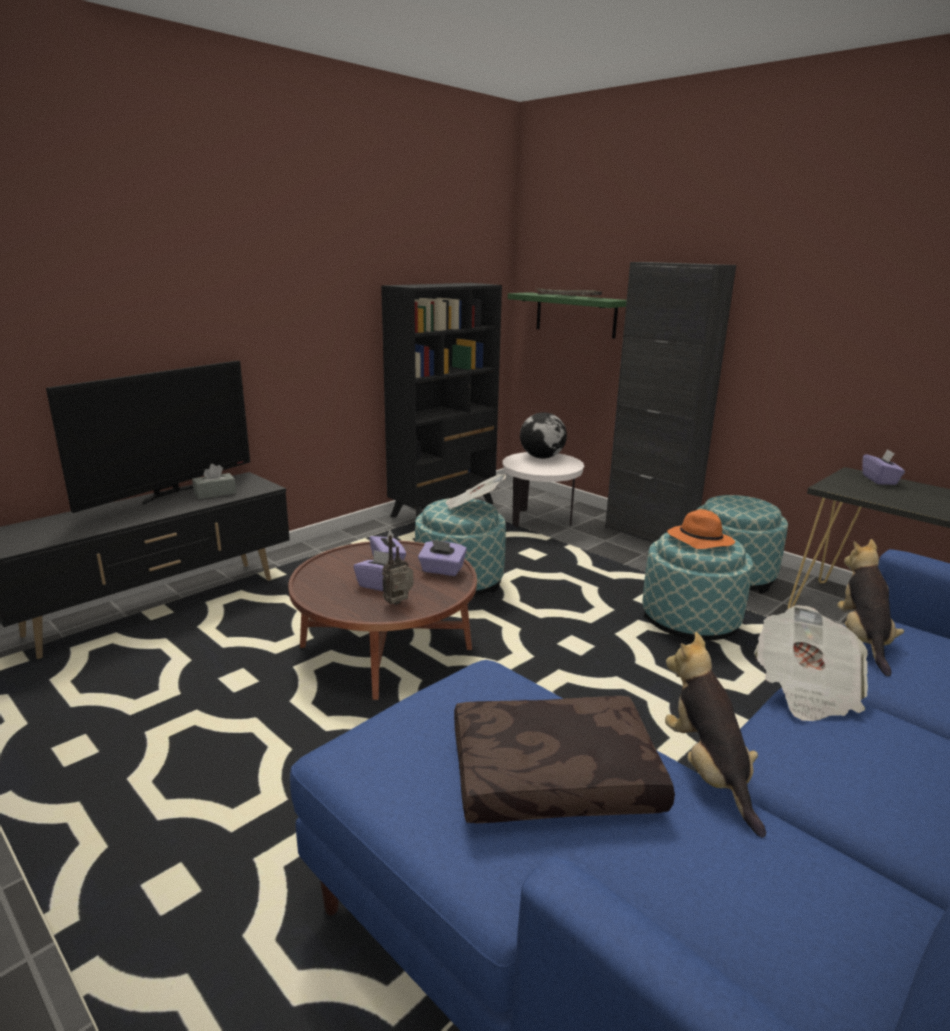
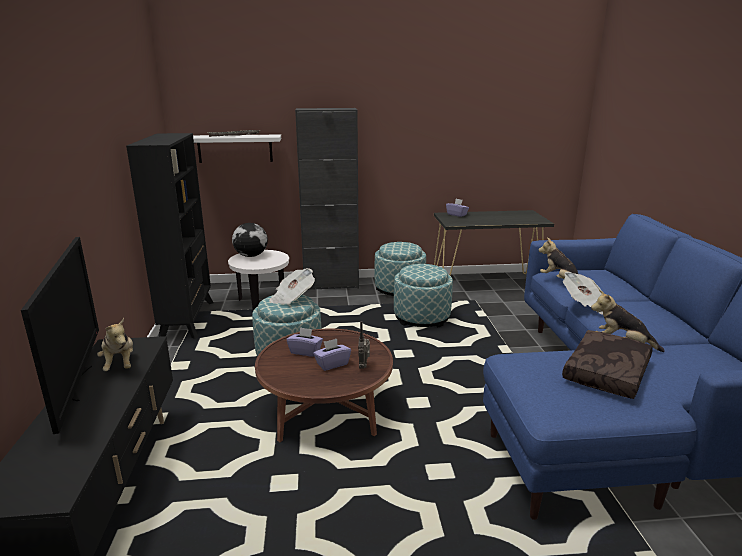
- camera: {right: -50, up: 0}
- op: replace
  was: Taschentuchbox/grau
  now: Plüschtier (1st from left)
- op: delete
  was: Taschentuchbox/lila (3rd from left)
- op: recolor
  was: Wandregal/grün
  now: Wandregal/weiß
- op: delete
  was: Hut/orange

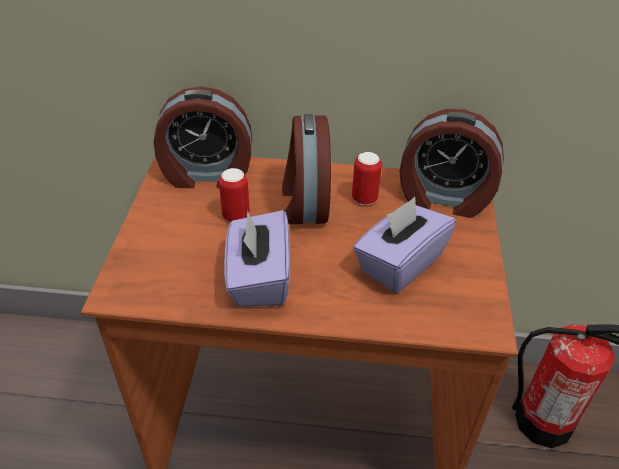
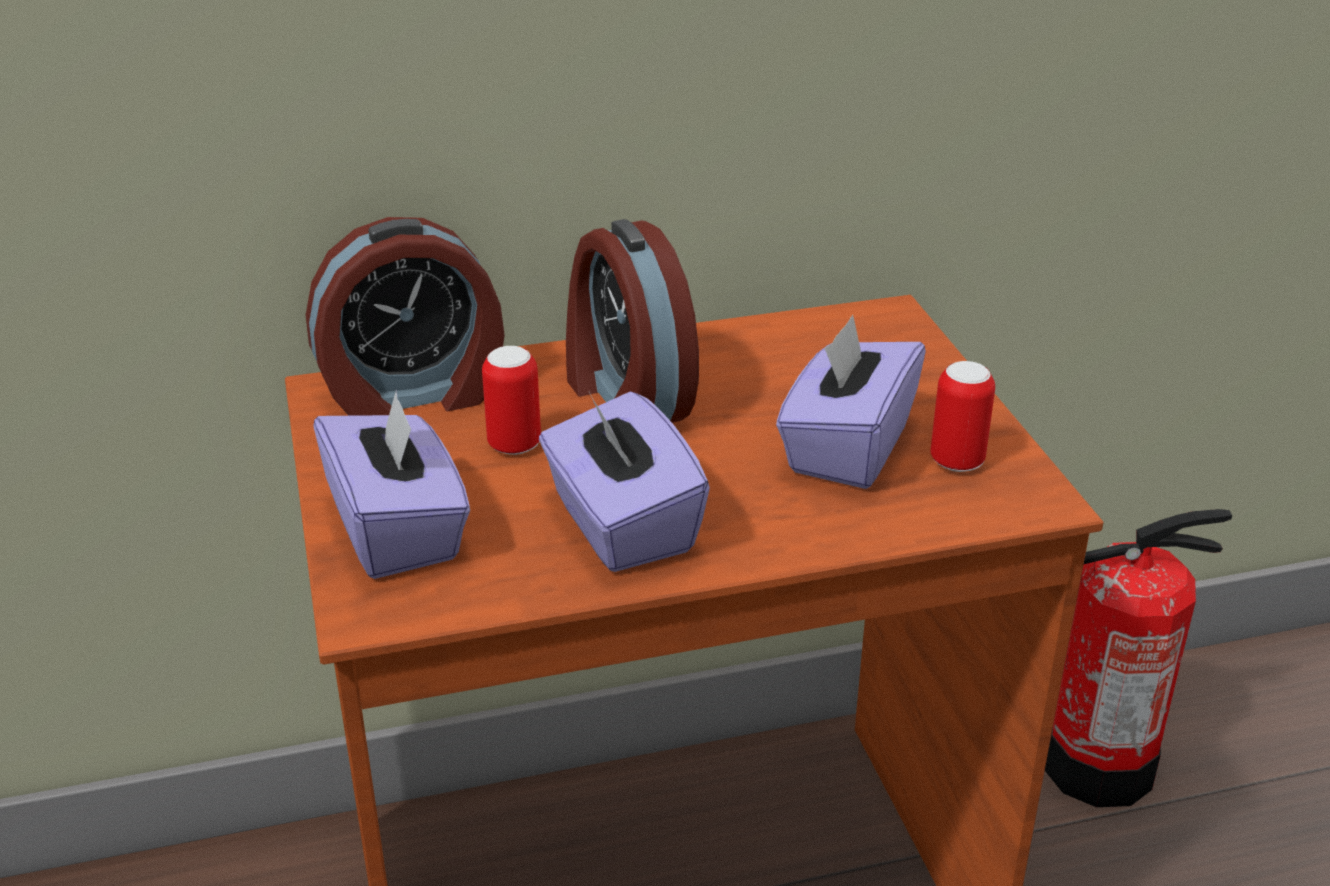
- camera: {right: -20, up: -10}
- op: move
  was: Dose (2nd from left)
- op: delete
  was: Wecker (3rd from left)
- op: insert
  now: Taschentuchbox/lila (1st from left)

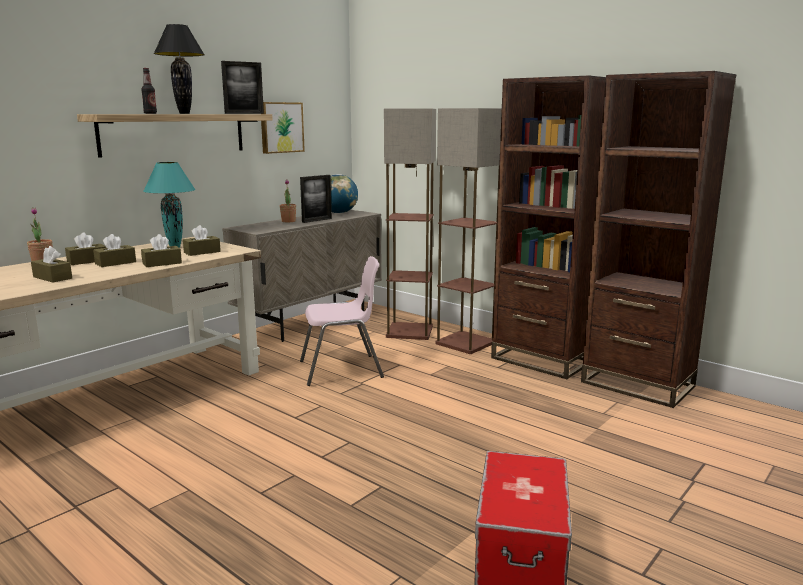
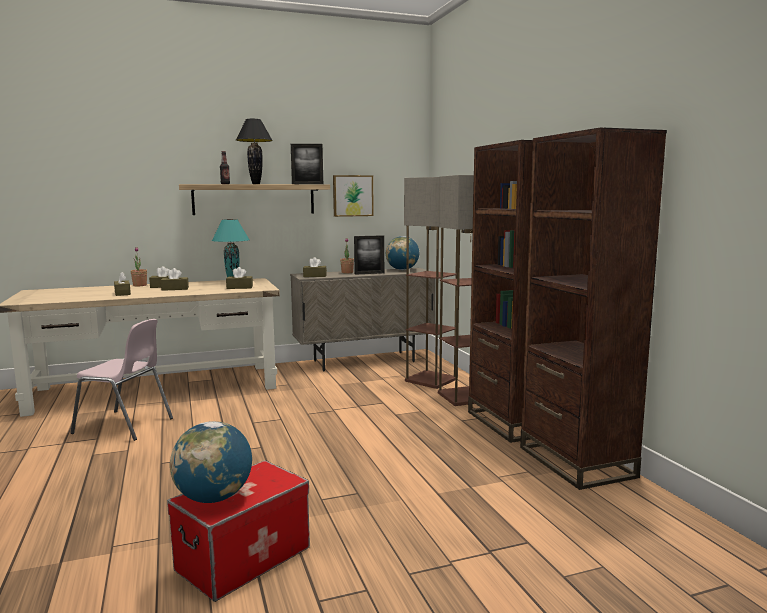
- camera: {right: 30, up: -5}
- op: move
  was: Taschentuchbox/braun (4th from left in the first image)
  now: Taschentuchbox/braun (5th from left)
- op: move
  was: Stuhl/rosa
- op: insert
  now: Globus (1st from left)

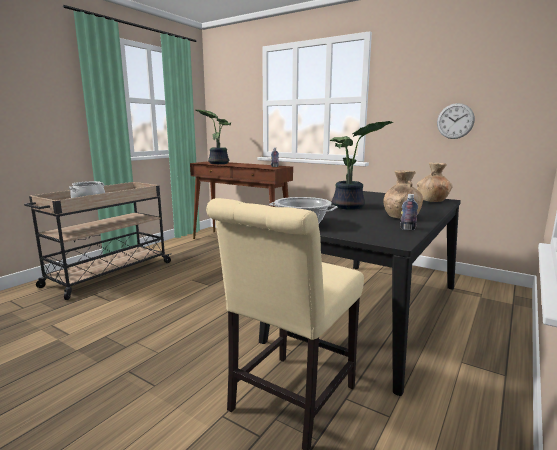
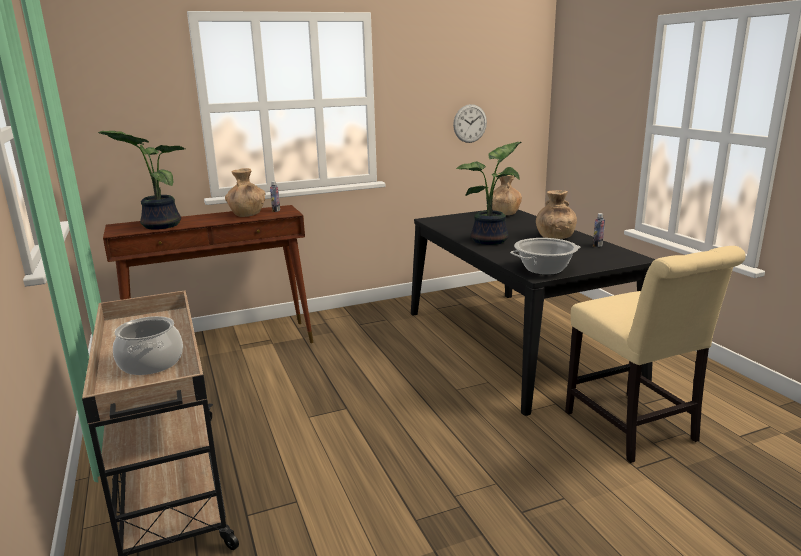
- camera: {right: -55, up: 5}
- op: insert
  now: Vase/braun (1st from left)

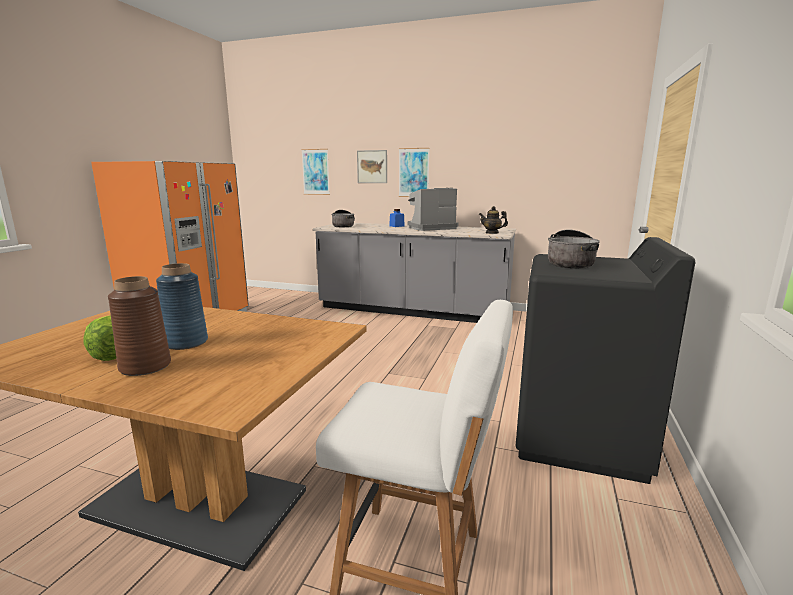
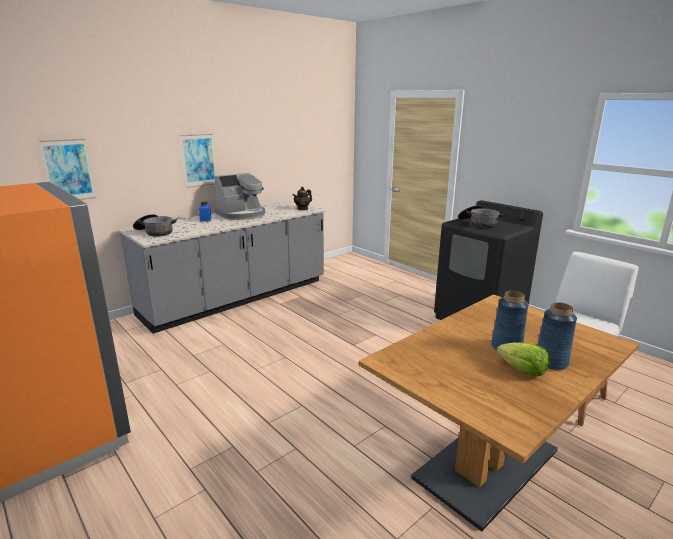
- camera: {right: -60, up: 5}
- op: recolor
  was: Vase/braun
  now: Vase/blau (2nd from left)
- op: delete
  was: Bild (2nd from left)
- op: rotate
  was: Kaffeemaschine
  clockwise: -135

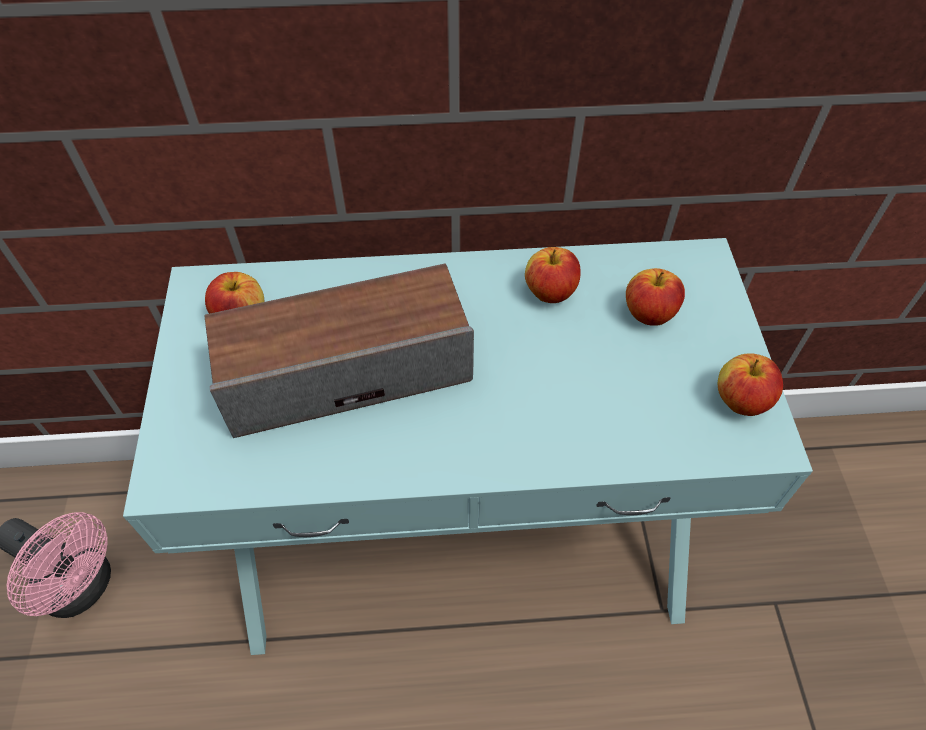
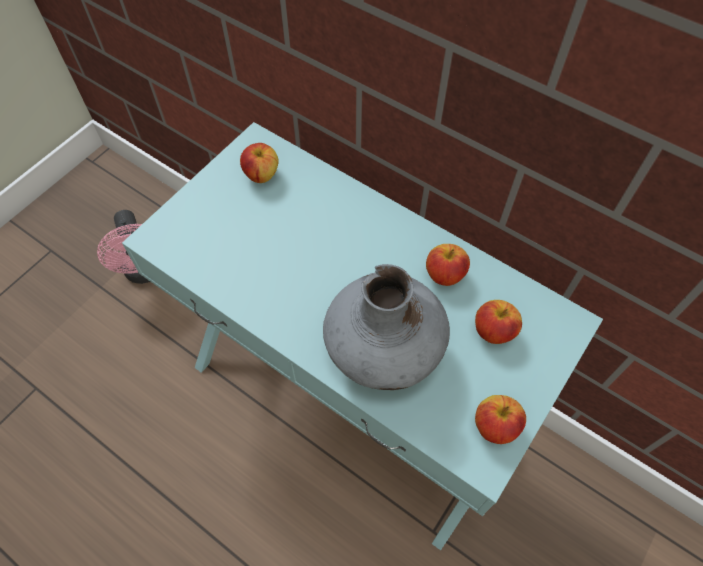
- camera: {right: 40, up: 5}
- op: delete
  was: Lautsprecher
- op: insert
  now: Vase/grau

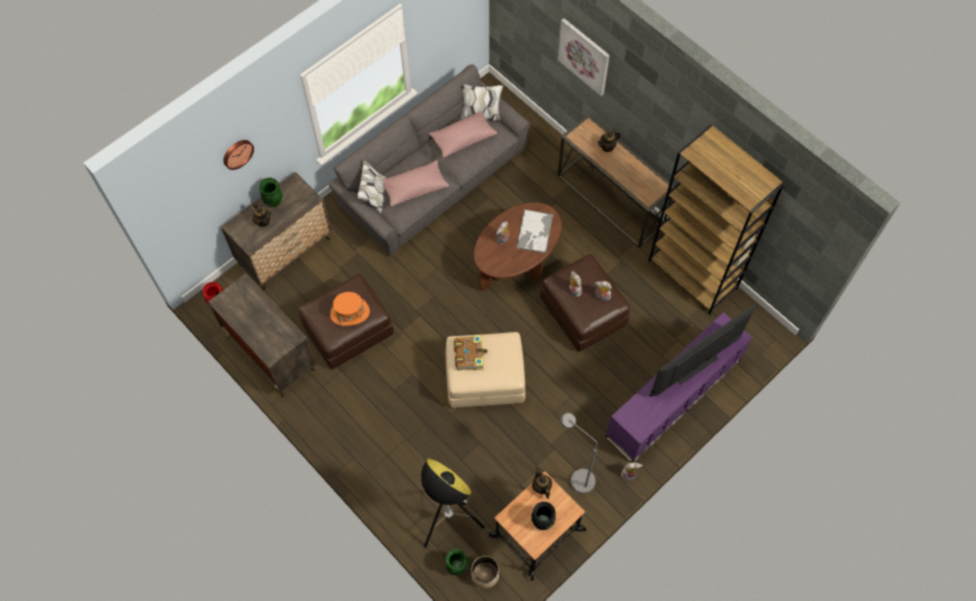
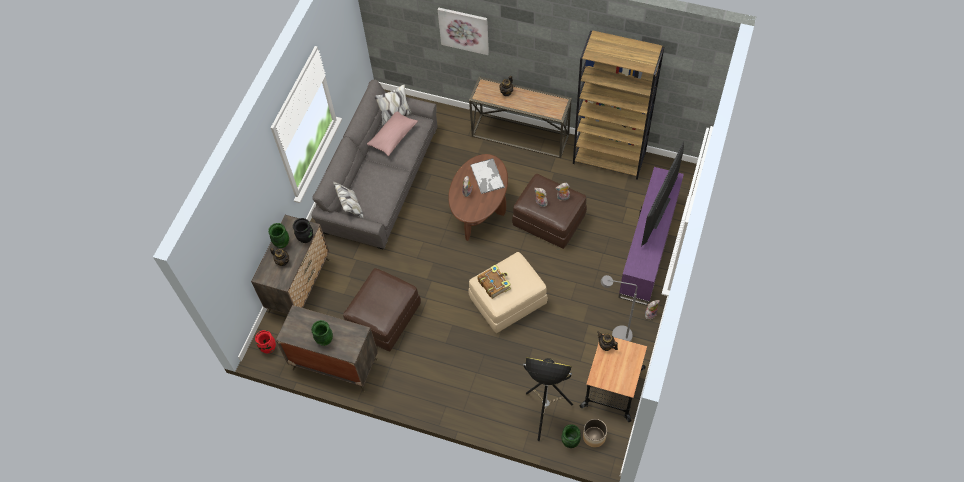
- camera: {right: -25, up: -5}
- op: delete
  was: Wanduhr
- op: delete
  was: Hut/orange
- op: delete
  was: Kissen/rosa (1st from left)
- op: move
  was: Vase/schwarz
- op: insert
  now: Vase/grün (2nd from left)

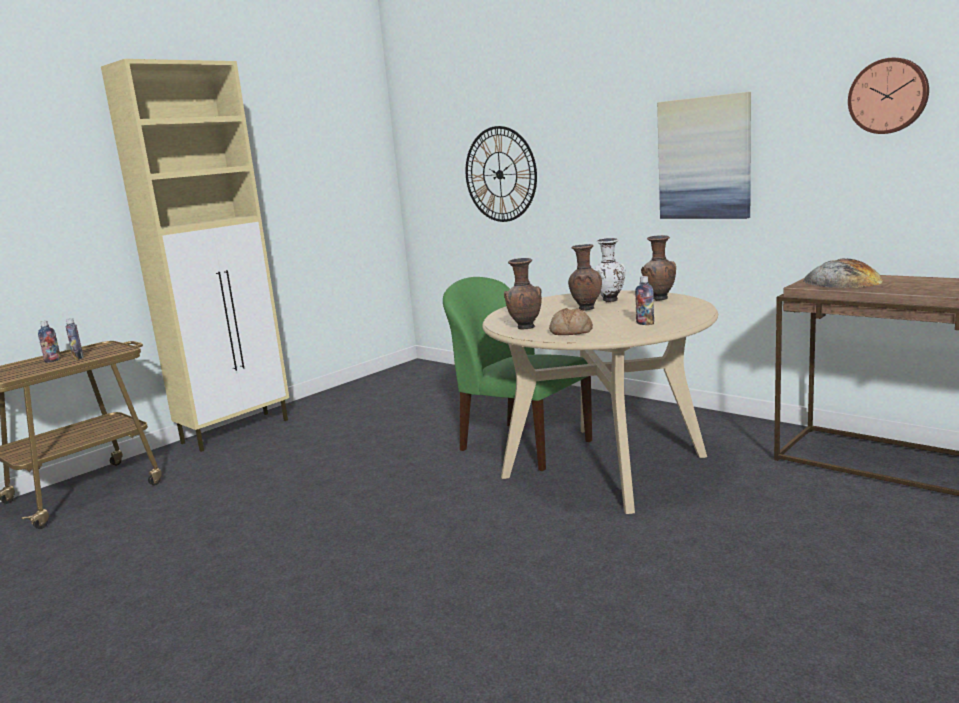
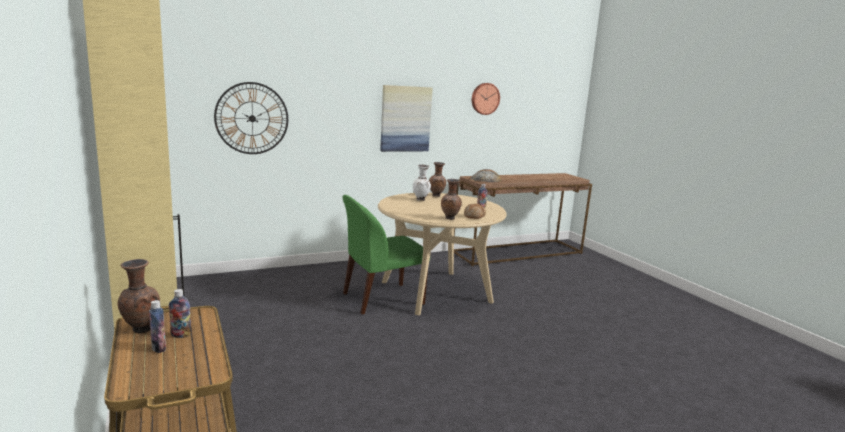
- camera: {right: -70, up: 0}
- op: move
  was: Vase/braun (2nd from left in the first image)
  now: Vase/braun (1st from left)

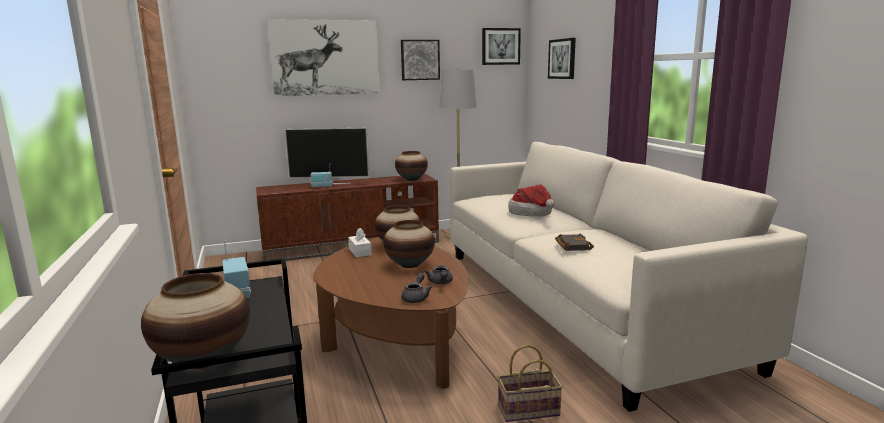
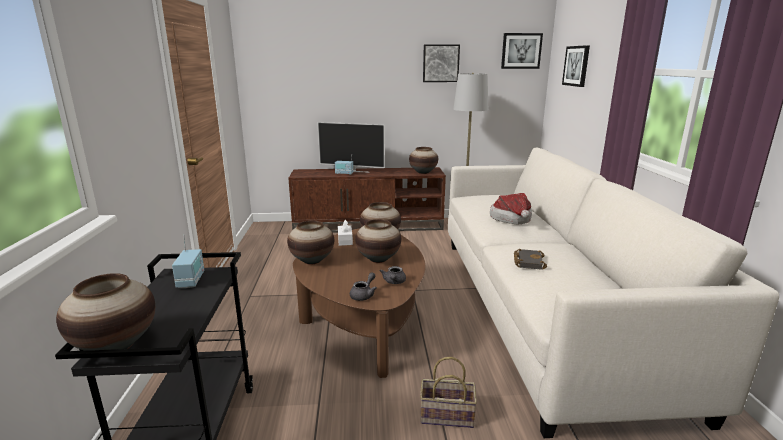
- camera: {right: 15, up: 5}
- op: delete
  was: Bild (1st from left)
- op: insert
  now: Vase (2nd from left)

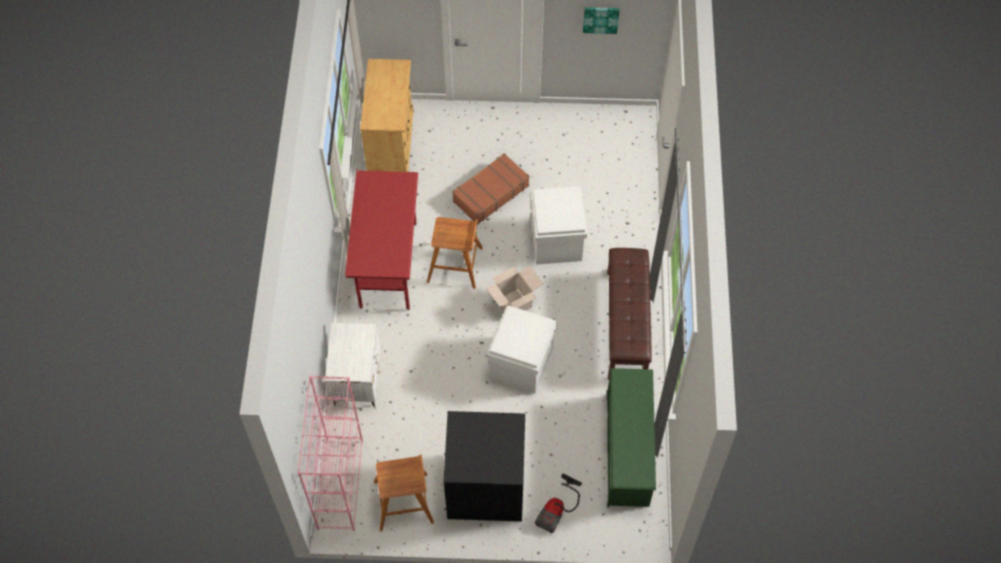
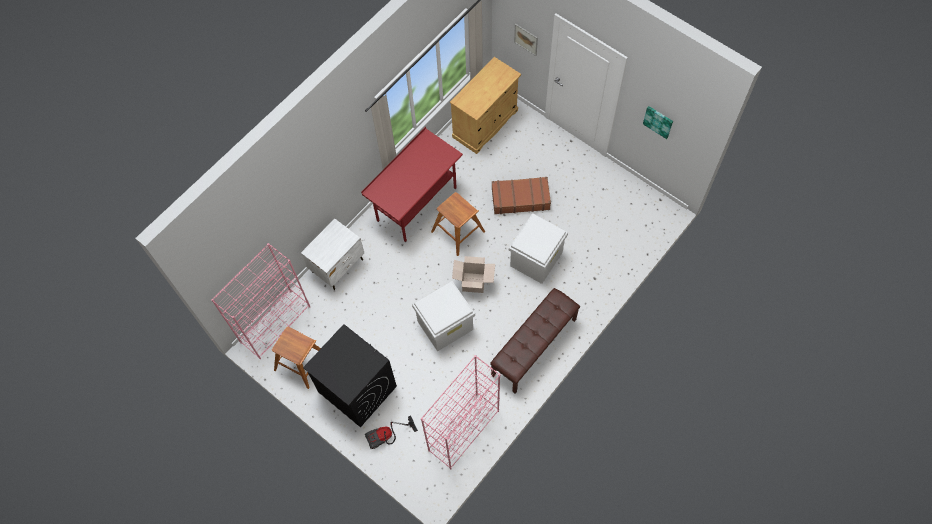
- camera: {right: 40, up: 5}
- op: replace
  was: Schuhregal/grün
  now: Bücherregal/rosa (2nd from left)
- op: insert
  now: Bild (1st from left)

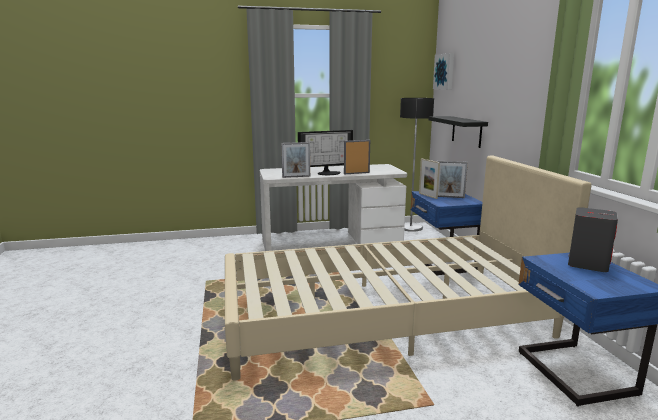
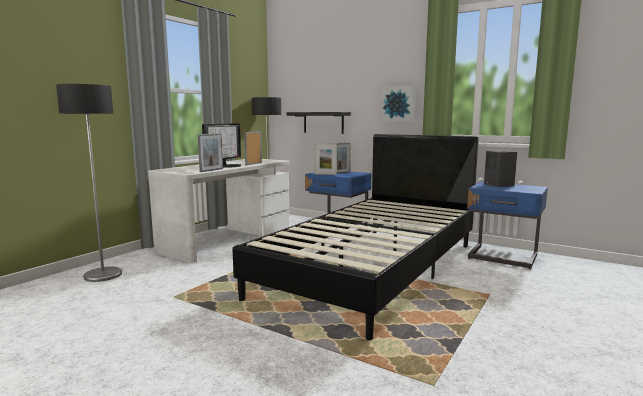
- camera: {right: -45, up: -5}
- op: recolor
  was: Bett/beige
  now: Bett/schwarz
- op: move
  was: Bild
- op: insert
  now: Stehlampe (1st from left)

